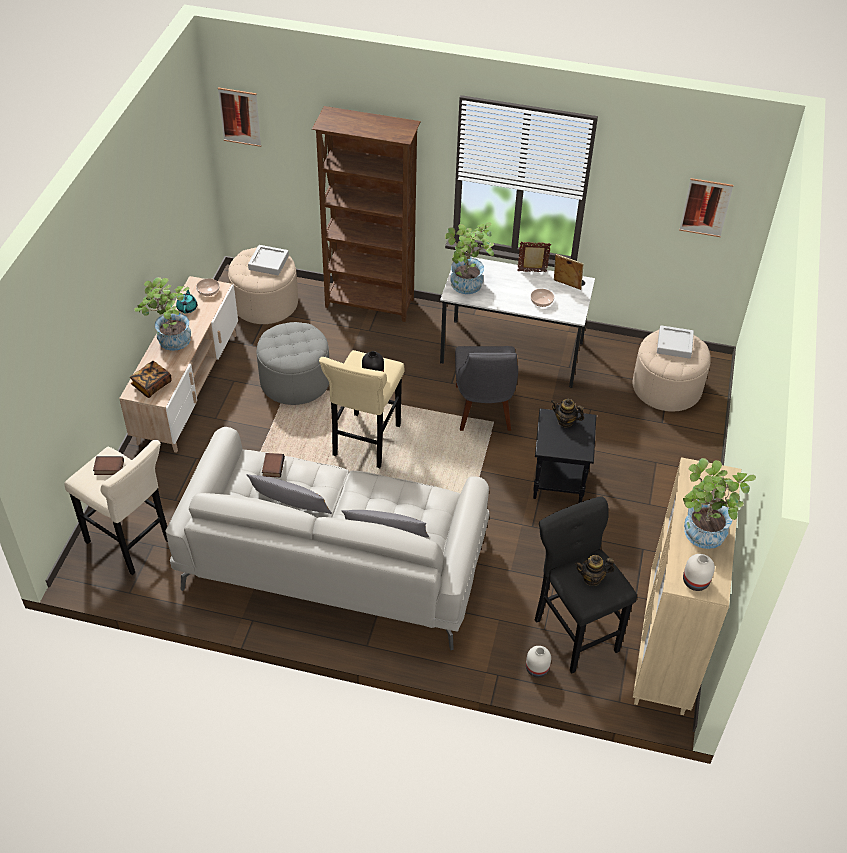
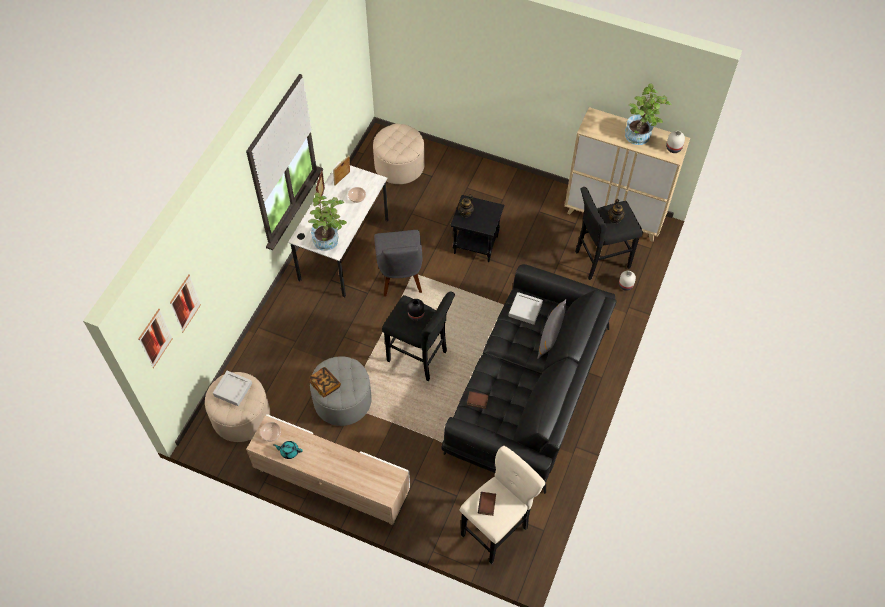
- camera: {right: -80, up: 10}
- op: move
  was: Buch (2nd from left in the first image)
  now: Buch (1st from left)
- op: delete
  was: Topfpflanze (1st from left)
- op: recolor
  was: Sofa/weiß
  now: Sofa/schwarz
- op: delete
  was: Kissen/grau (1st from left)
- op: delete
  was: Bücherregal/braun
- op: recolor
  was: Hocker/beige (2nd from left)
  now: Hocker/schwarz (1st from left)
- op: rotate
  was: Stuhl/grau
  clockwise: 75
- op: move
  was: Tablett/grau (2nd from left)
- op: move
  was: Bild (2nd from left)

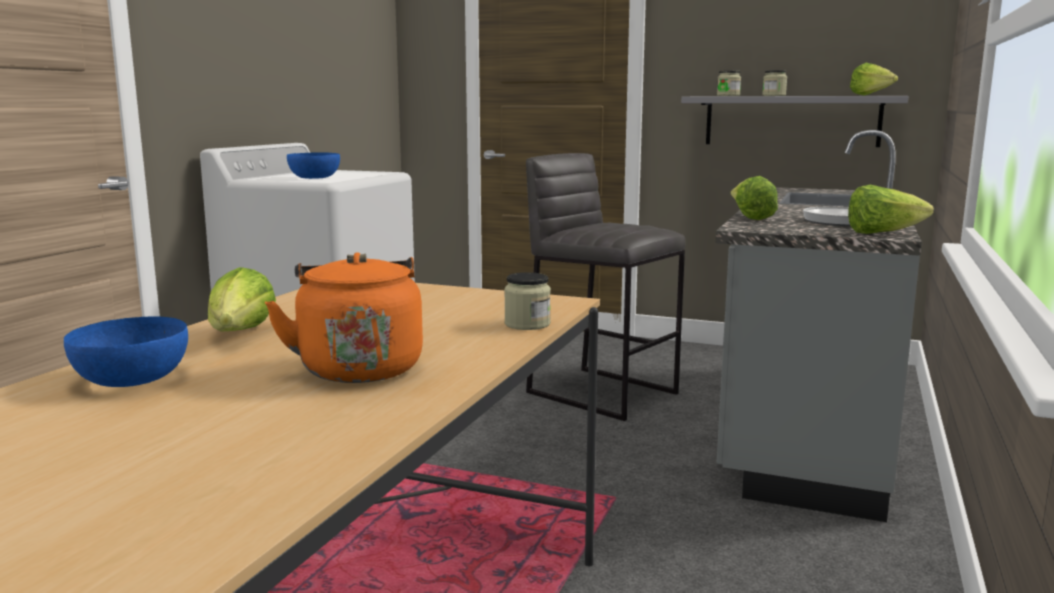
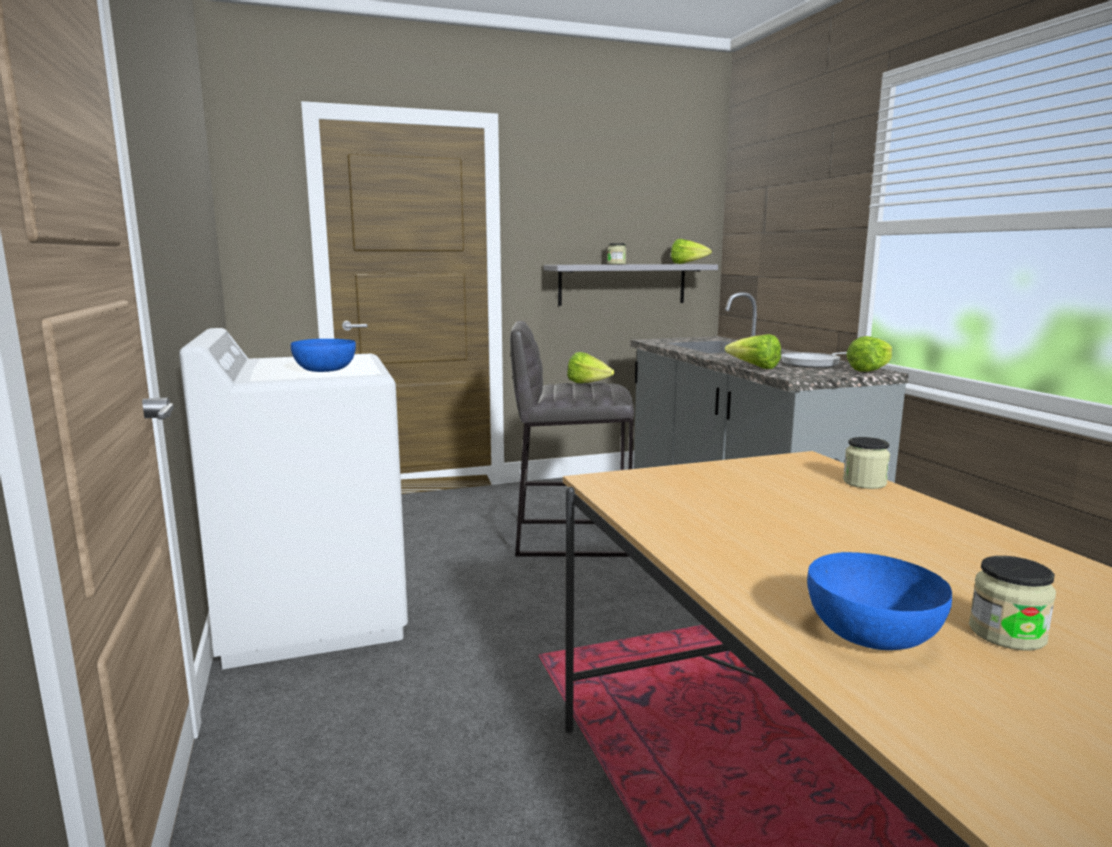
- camera: {right: -40, up: 0}
- op: move
  was: Salatkopf (1st from left)
- op: delete
  was: Wasserkessel/orange
- op: move
  was: Vorratsglas (2nd from left in the first image)
  now: Vorratsglas (3rd from left)

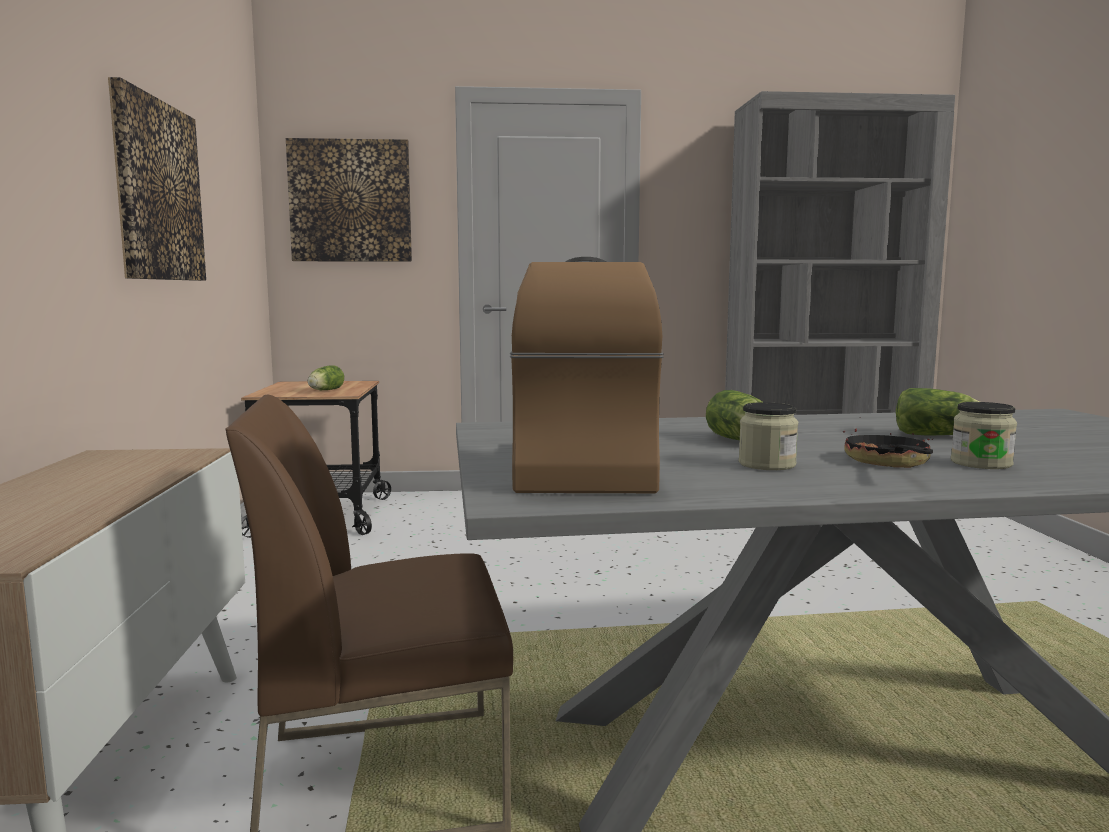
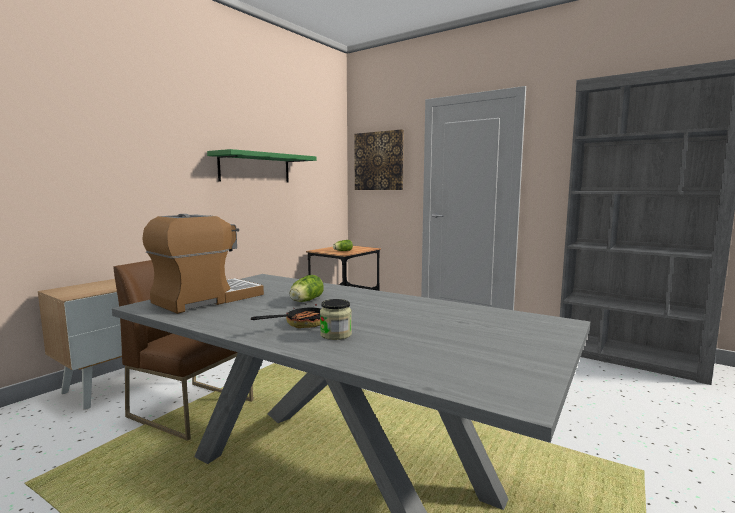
- camera: {right: 40, up: 0}
- op: replace
  was: Bild (1st from left)
  now: Wandregal/grün
- op: delete
  was: Vorratsglas (1st from left)
- op: delete
  was: Salatkopf (3rd from left)

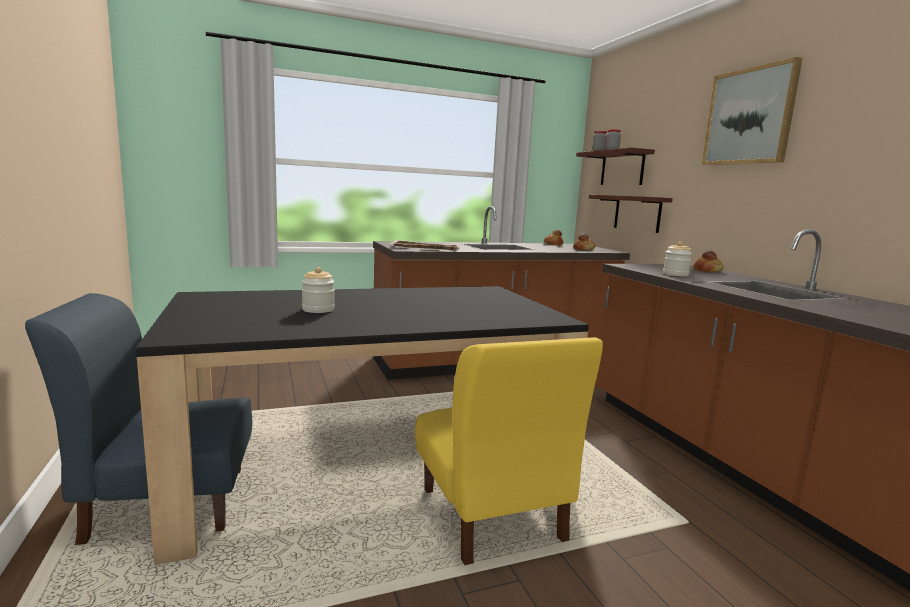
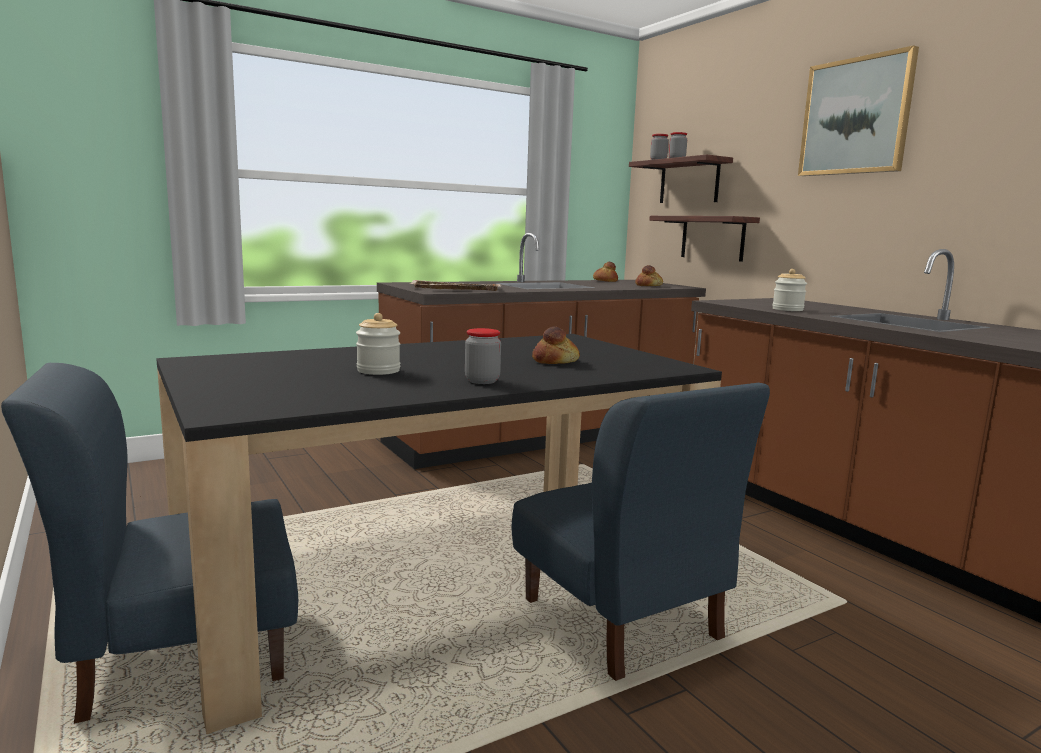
- camera: {right: -10, up: 0}
- op: recolor
  was: Stuhl/gelb
  now: Stuhl/blau (2nd from left)
- op: move
  was: Brot (3rd from left in the first image)
  now: Brot (1st from left)
- op: insert
  now: Vorratsglas (2nd from left)

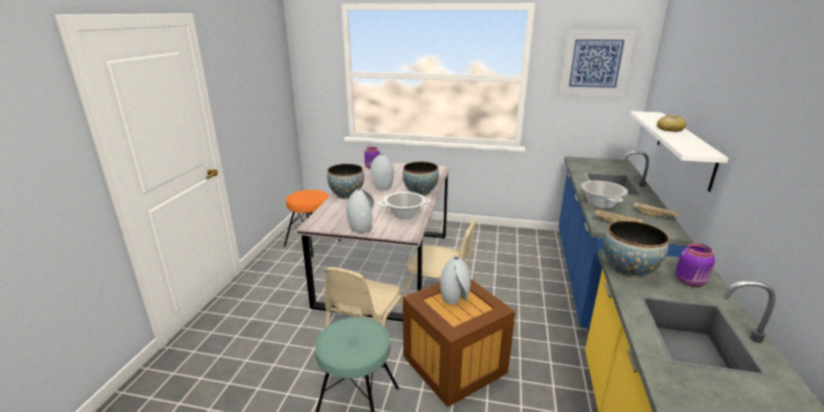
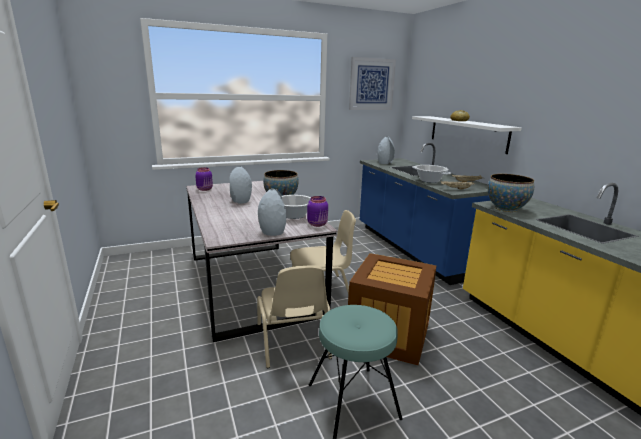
- camera: {right: -35, up: -5}
- op: delete
  was: Hocker/orange
- op: delete
  was: Schüssel (1st from left)
- op: move
  was: Vase/grau (3rd from left)
- op: move
  was: Vorratsglas/lila (2nd from left)

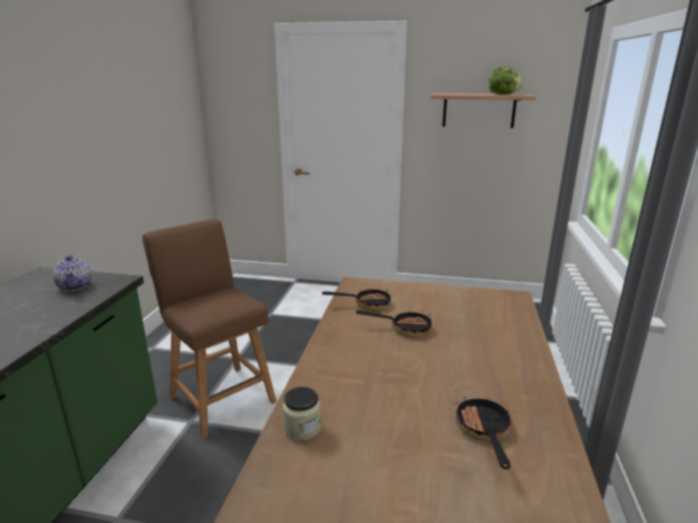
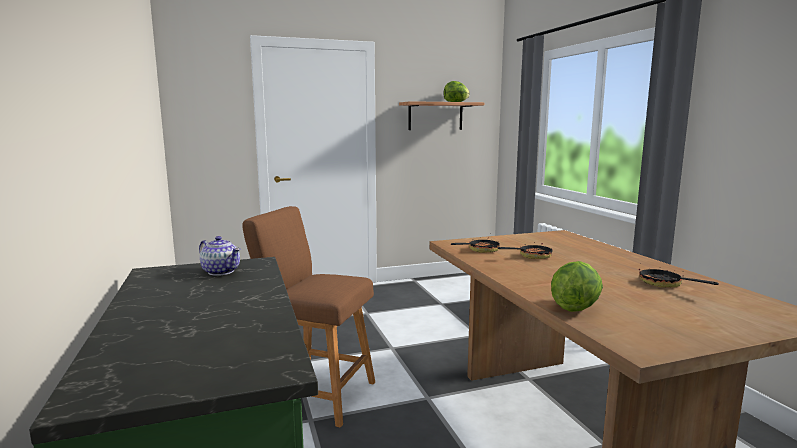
- camera: {right: -30, up: -10}
- op: replace
  was: Vorratsglas
  now: Salatkopf (2nd from left)

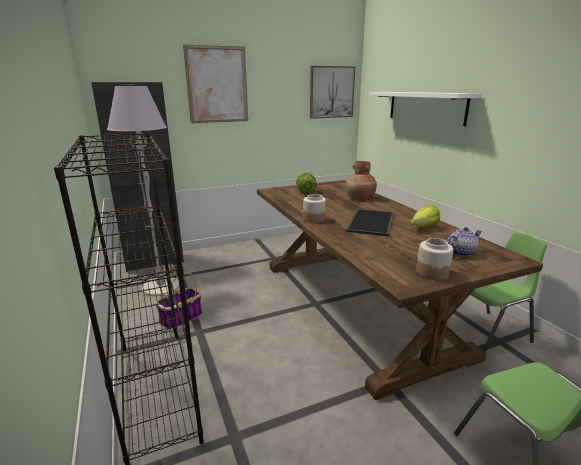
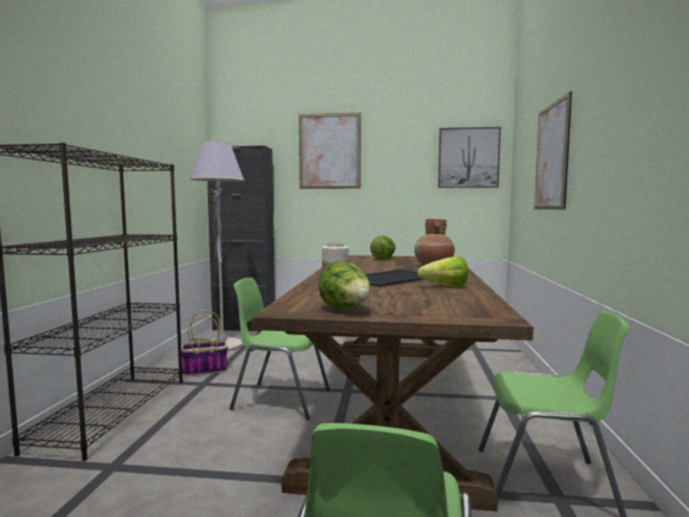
- camera: {right: 30, up: -15}
- op: replace
  was: Wandregal/weiß
  now: Bild (3rd from left)
- op: replace
  was: Vorratsglas (2nd from left)
  now: Salatkopf (1st from left)
- op: delete
  was: Teekanne
- op: insert
  now: Stuhl/grün (1st from left)

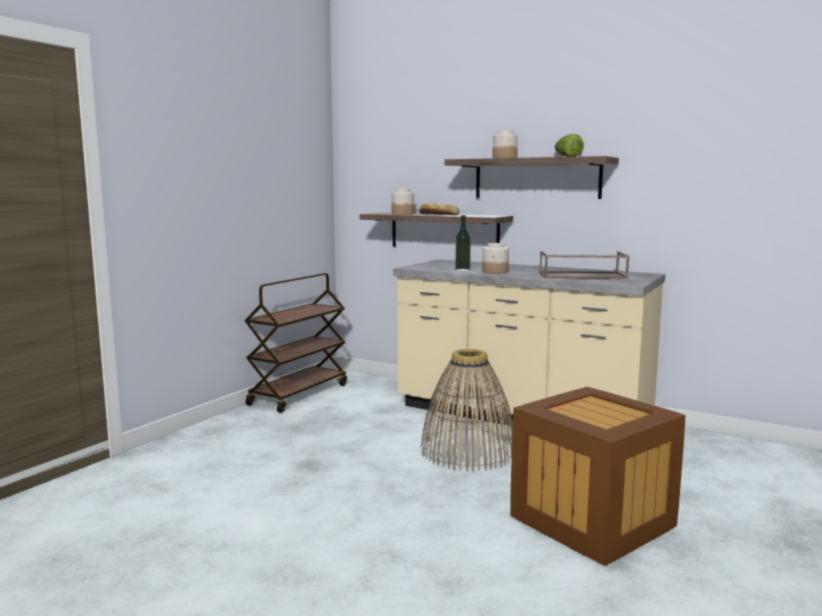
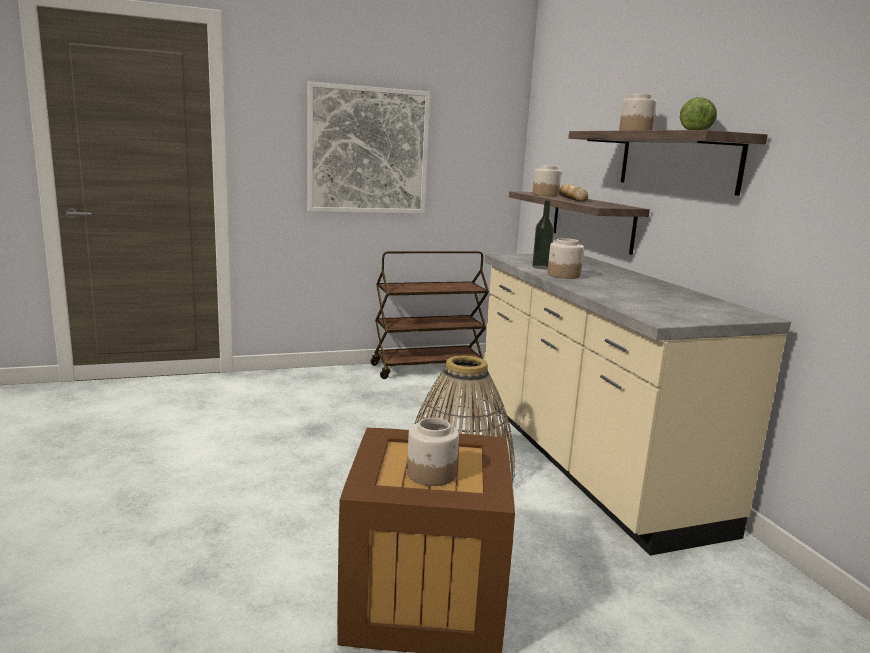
- camera: {right: 40, up: 5}
- op: delete
  was: Tablett/braun
- op: insert
  now: Bild
- op: insert
  now: Vorratsglas (1st from left)

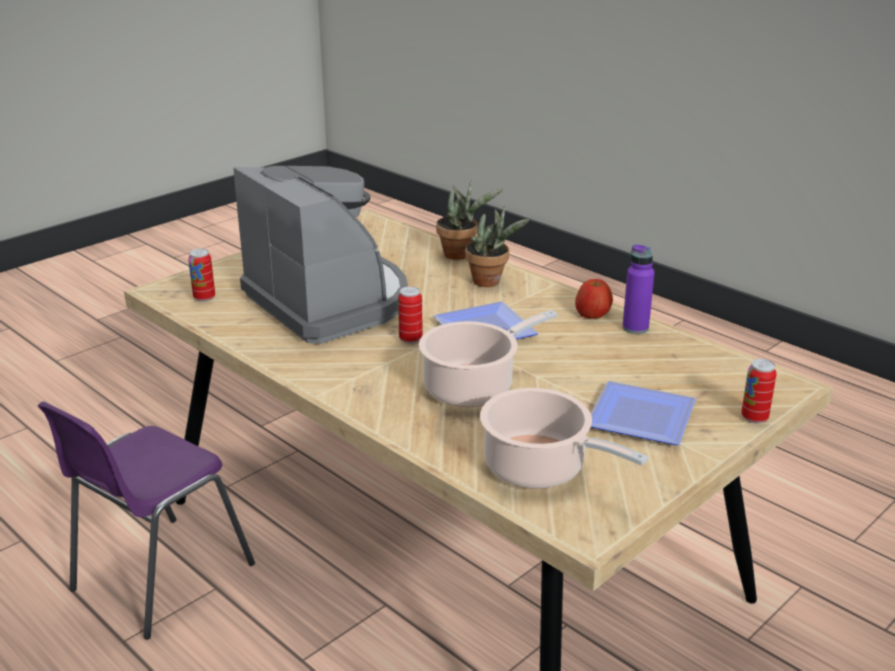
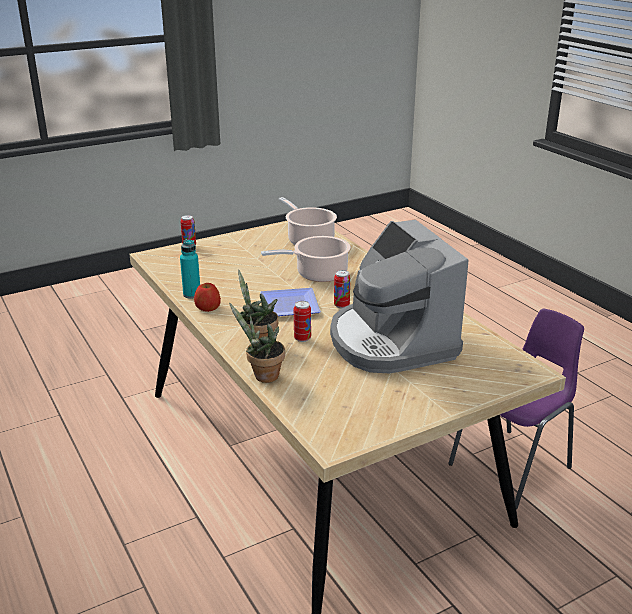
- camera: {right: -165, up: 0}
- op: move
  was: Dose (1st from left in the first image)
  now: Dose (2nd from left)
- op: delete
  was: Teller (2nd from left)
- op: recolor
  was: Flasche/lila
  now: Flasche/türkis

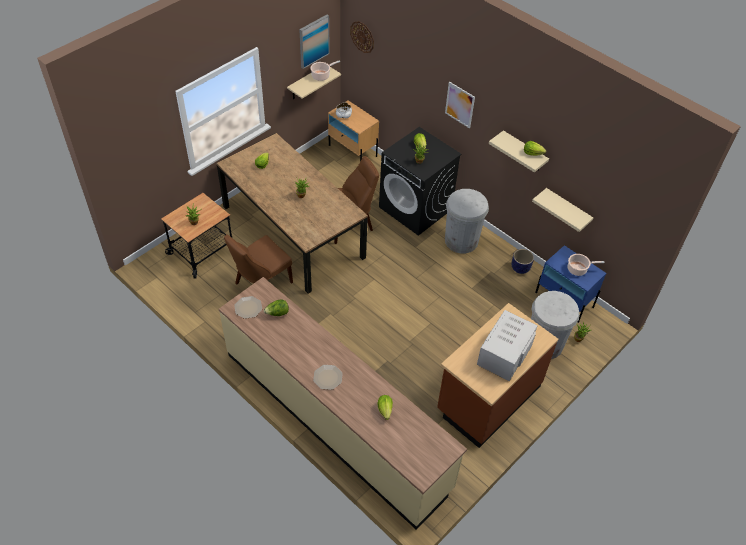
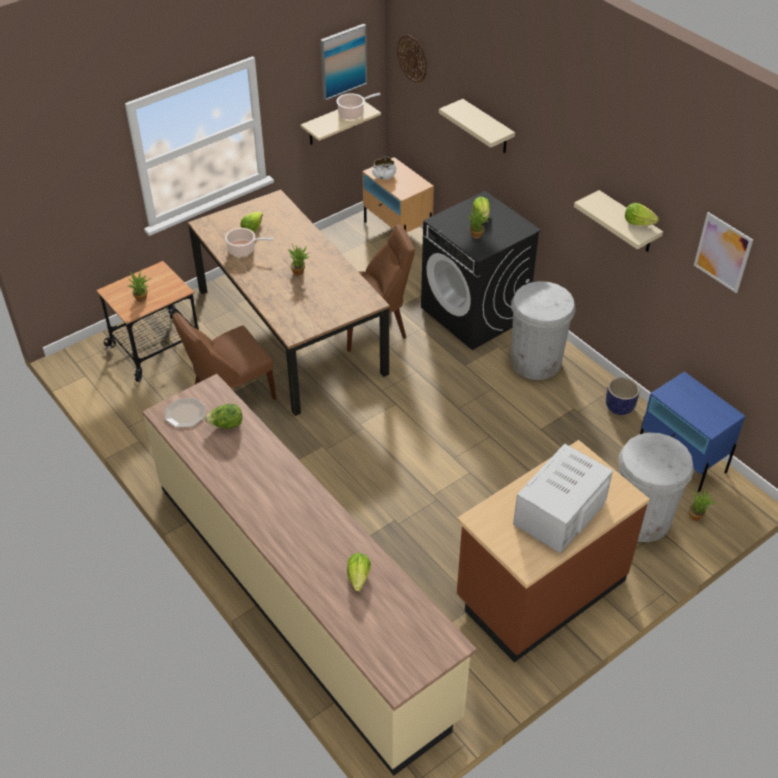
- camera: {right: 10, up: -5}
- op: delete
  was: Teller (2nd from left)
- op: move
  was: Bild (2nd from left)
- op: move
  was: Wandregal/beige (3rd from left in the first image)
  now: Wandregal/beige (2nd from left)
- op: move
  was: Kochtopf (2nd from left in the first image)
  now: Kochtopf (1st from left)

